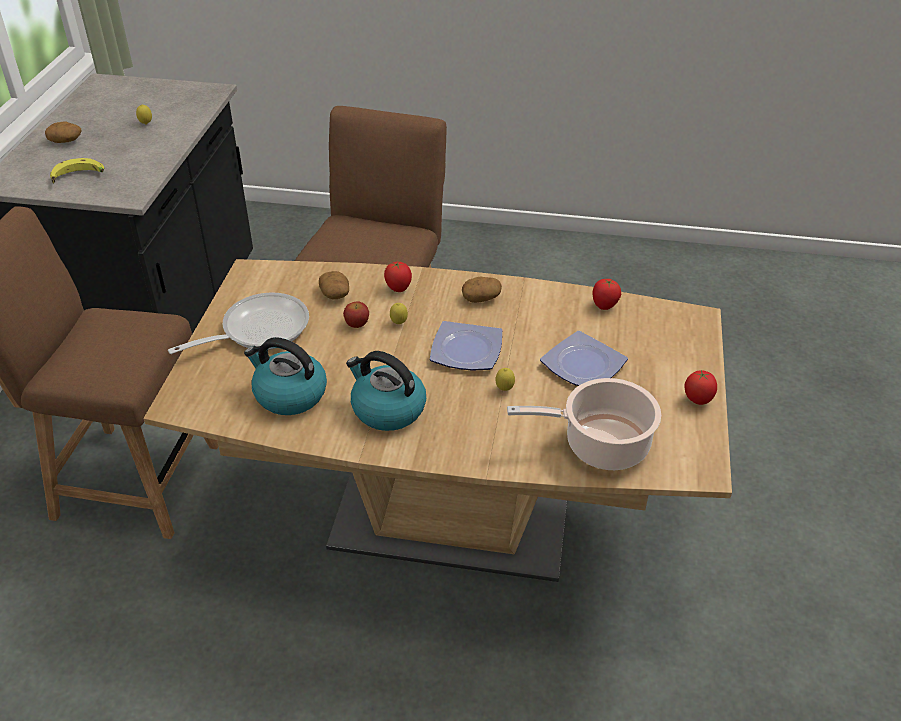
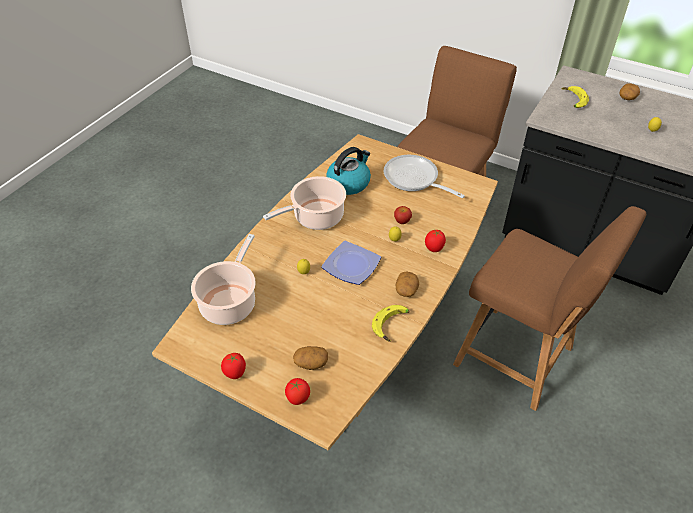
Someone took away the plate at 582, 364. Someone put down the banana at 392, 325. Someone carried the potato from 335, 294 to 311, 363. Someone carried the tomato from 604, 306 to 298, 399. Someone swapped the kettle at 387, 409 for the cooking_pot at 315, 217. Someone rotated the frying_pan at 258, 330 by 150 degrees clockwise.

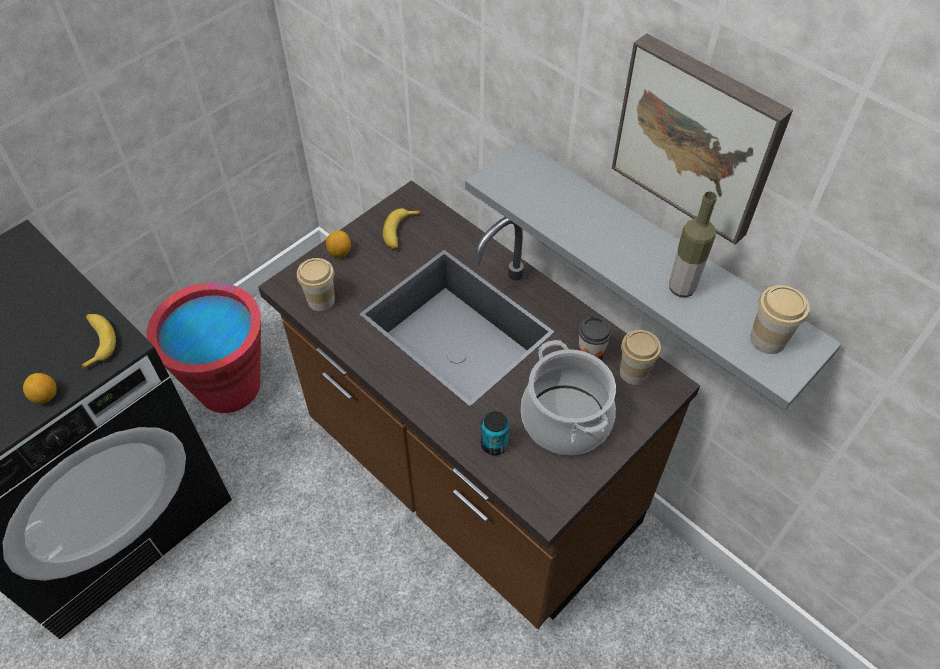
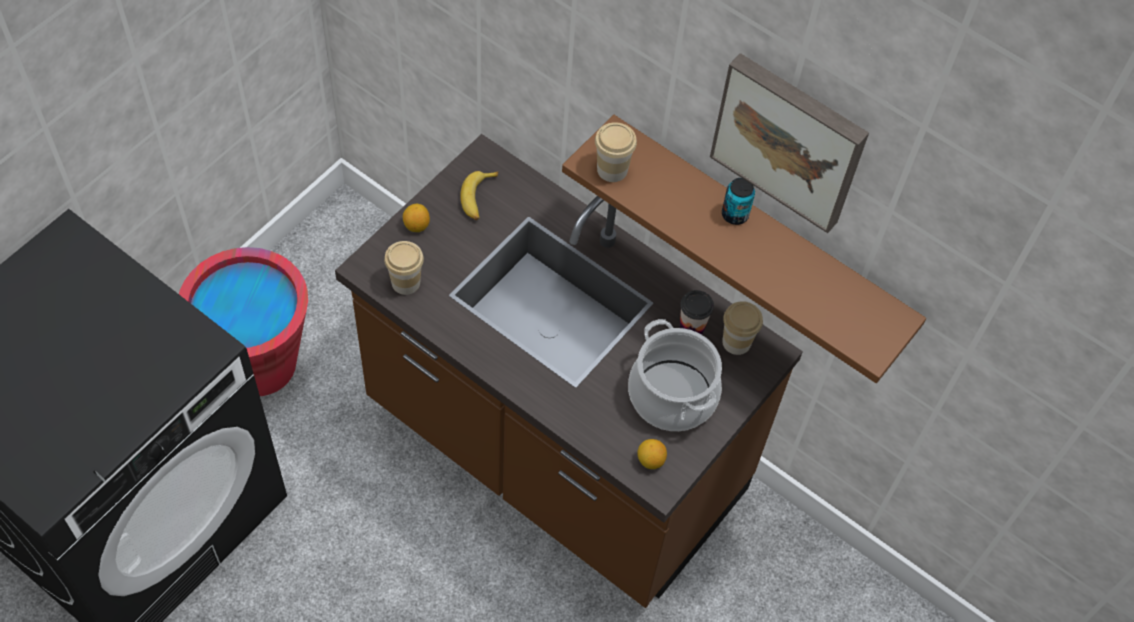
Someone took away the banana at 97, 342. Someone took away the bottle at 681, 288. Someone carried the lemon from 45, 396 to 650, 460. Someone carried the can from 494, 444 to 735, 214. Someone carried the cup from 767, 339 to 612, 169. Someone repainted the grey_shelf at 658, 264, which became the brown_shelf at 757, 238.

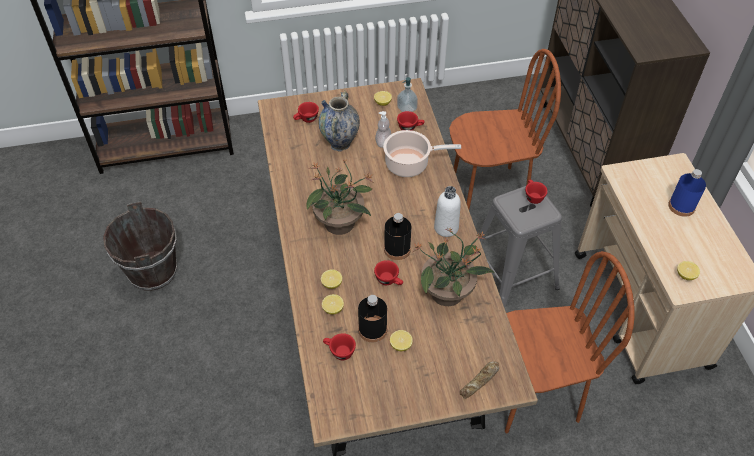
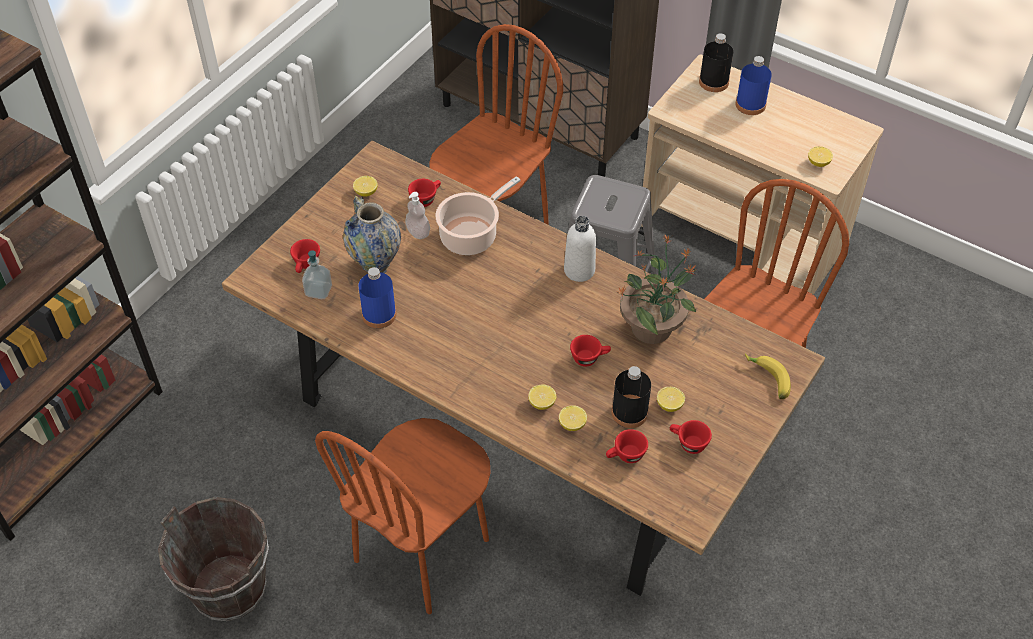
Someone took away the potted_plant at 340, 223. Someone put down the brown_chair at 422, 551. Someone put down the blue_bottle at 379, 314. Someone carried the black_bottle from 397, 249 to 713, 82. Someone carried the soap_dispenser from 407, 108 to 318, 291. Someone carried the red_cup from 532, 196 to 688, 443. Someone swapped the bread at 480, 381 for the banana at 767, 380.

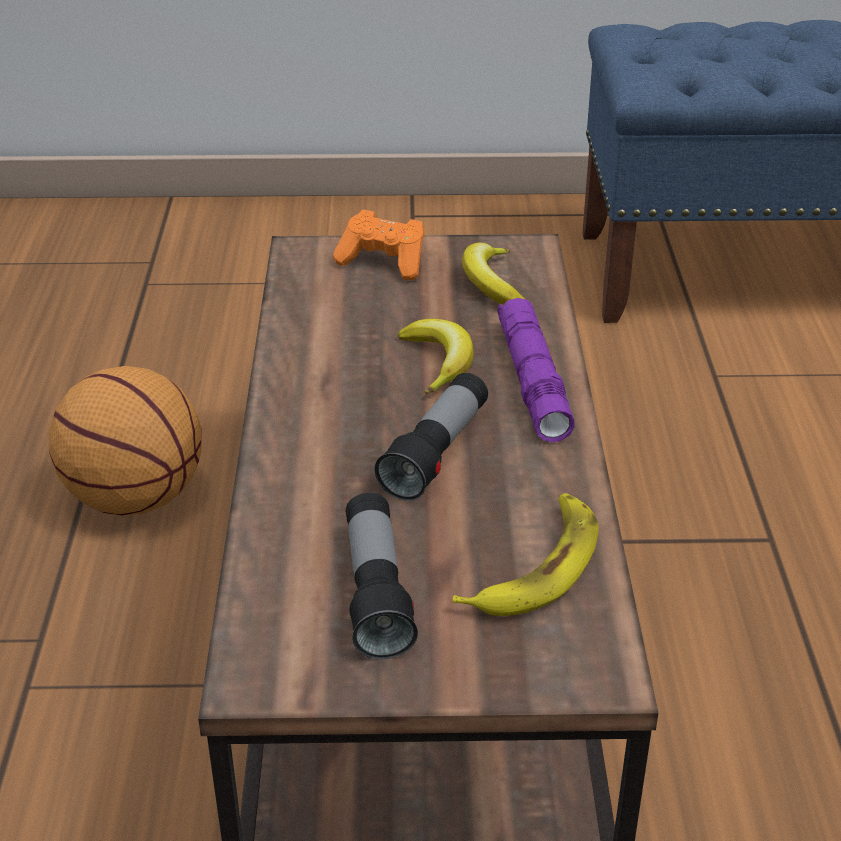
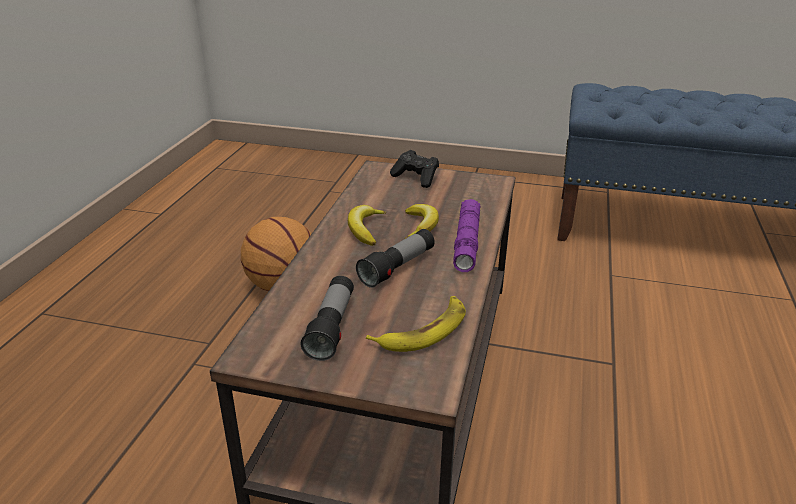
Someone carried the banana from 491, 283 to 365, 229. Someone repainted the orange_game_controller at 384, 262, which became the black_game_controller at 416, 178.

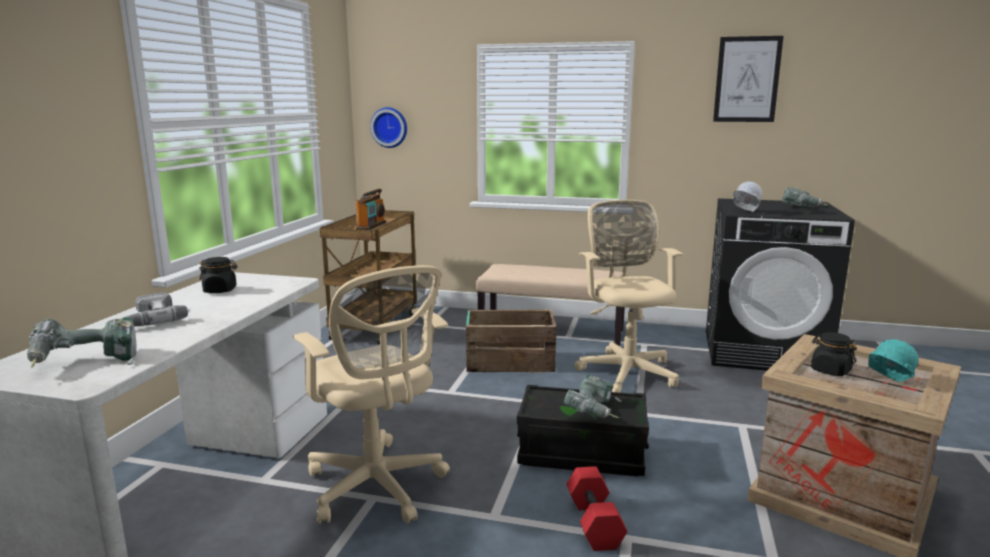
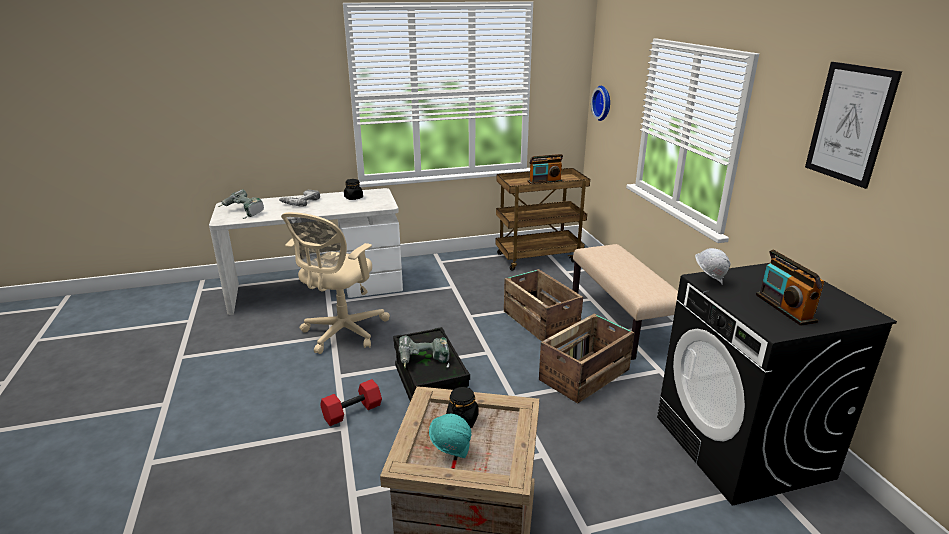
Someone swapped the beige_office_chair at 626, 371 for the crate at 585, 375. Someone swapped the power_drill at 801, 210 for the radio at 785, 308.

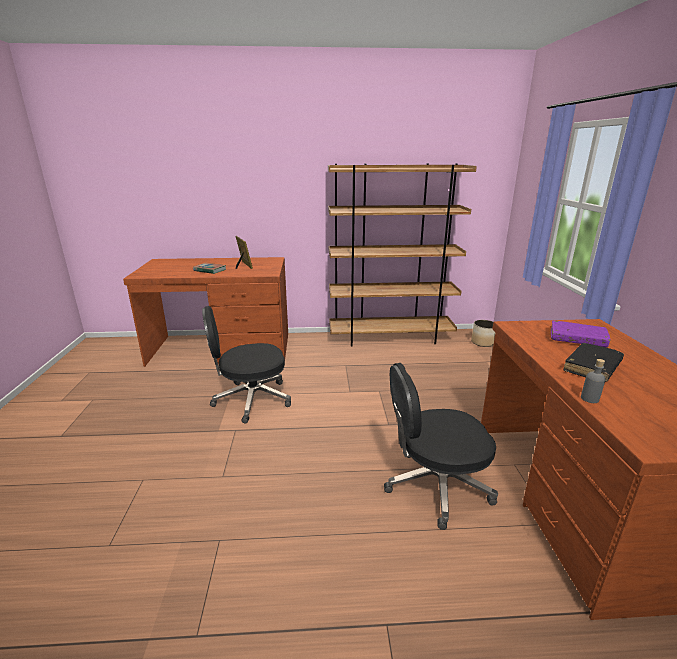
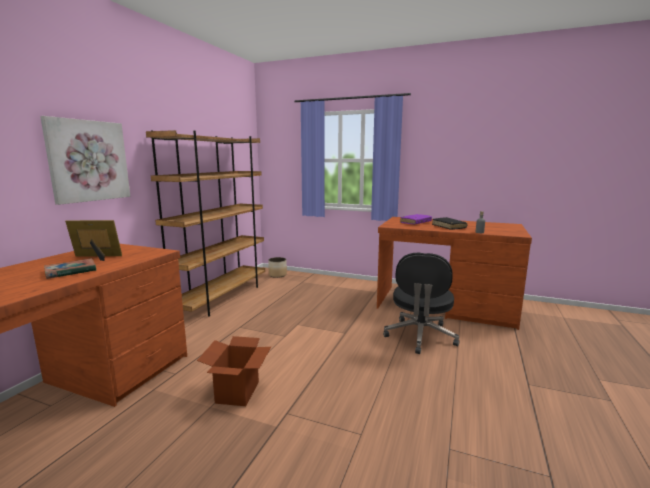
Someone put up the picture at 88, 161. Someone swapped the black_office_chair at 251, 400 for the cardboard_box at 237, 392.

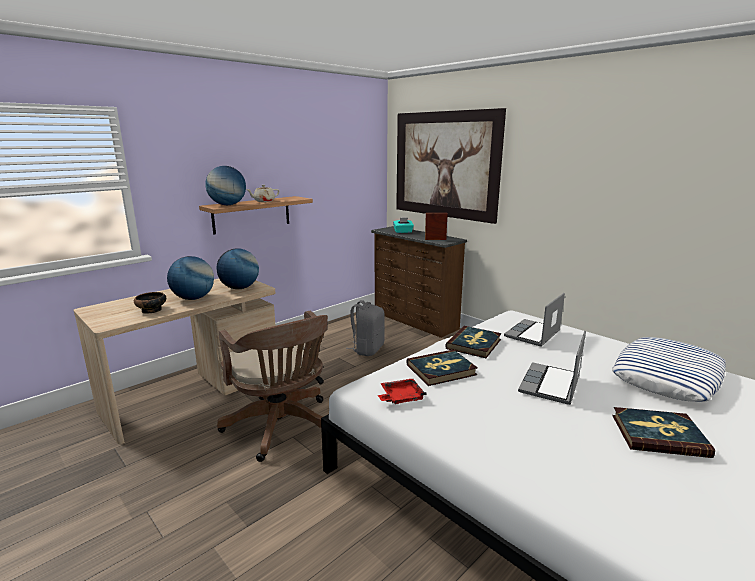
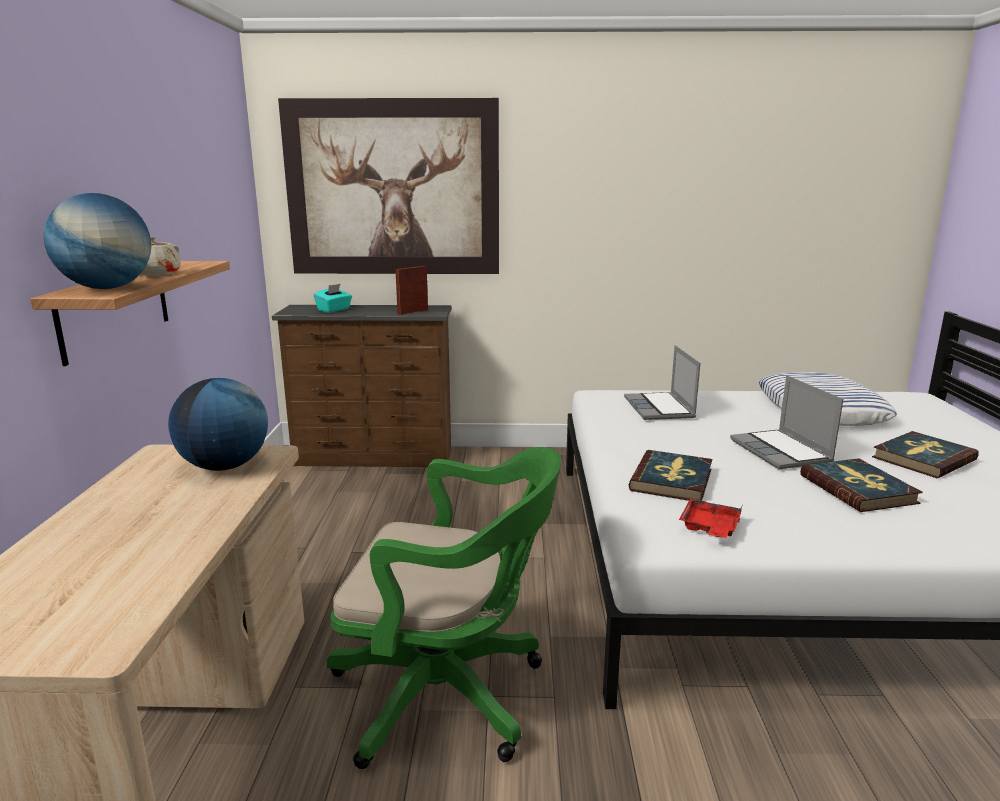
Someone took away the bowl at 151, 310. Someone took away the globe at 193, 298. Someone took away the grey_backpack at 367, 349. Someone carried the book from 474, 344 to 858, 489. Someone repainted the brown_office_chair at 281, 428, which became the green_office_chair at 449, 695.

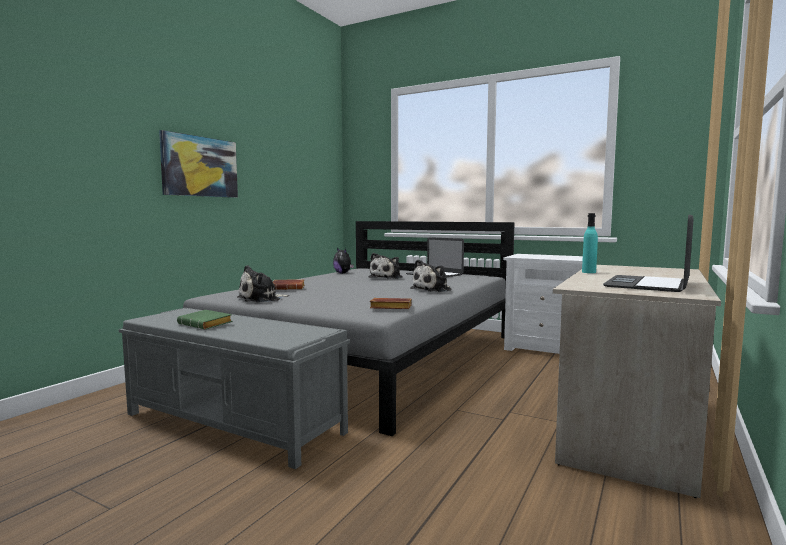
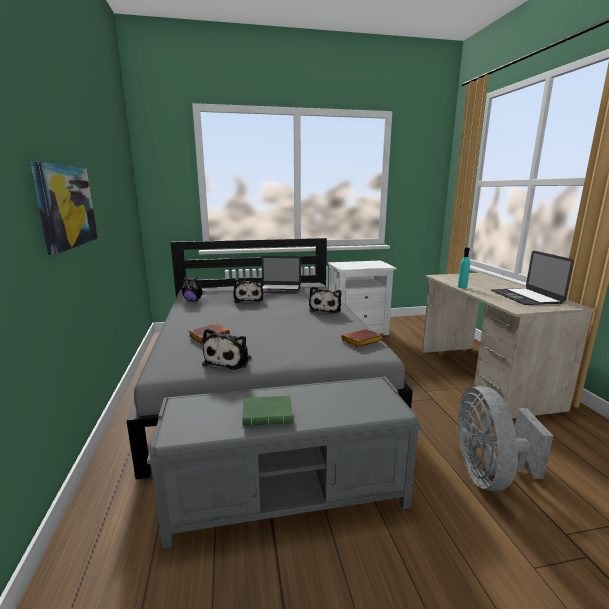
Someone put down the grey_fan at 488, 474.

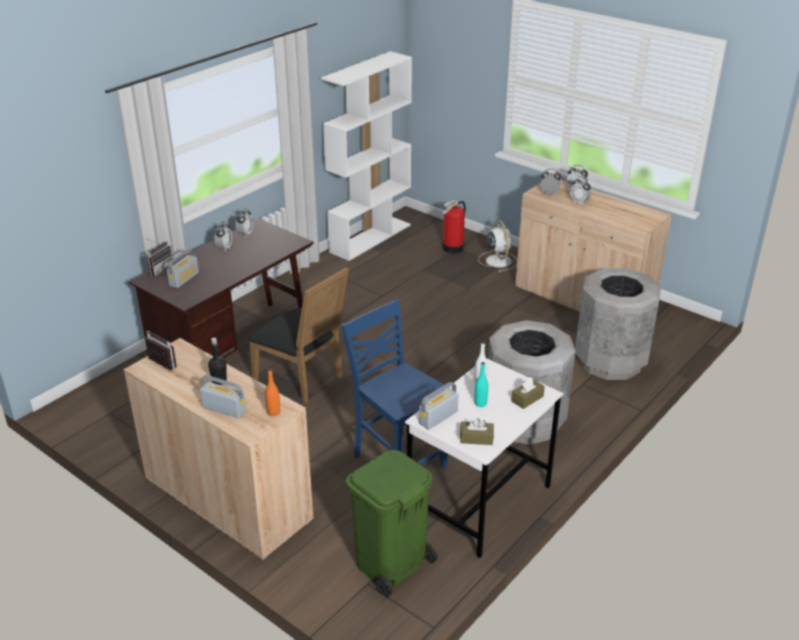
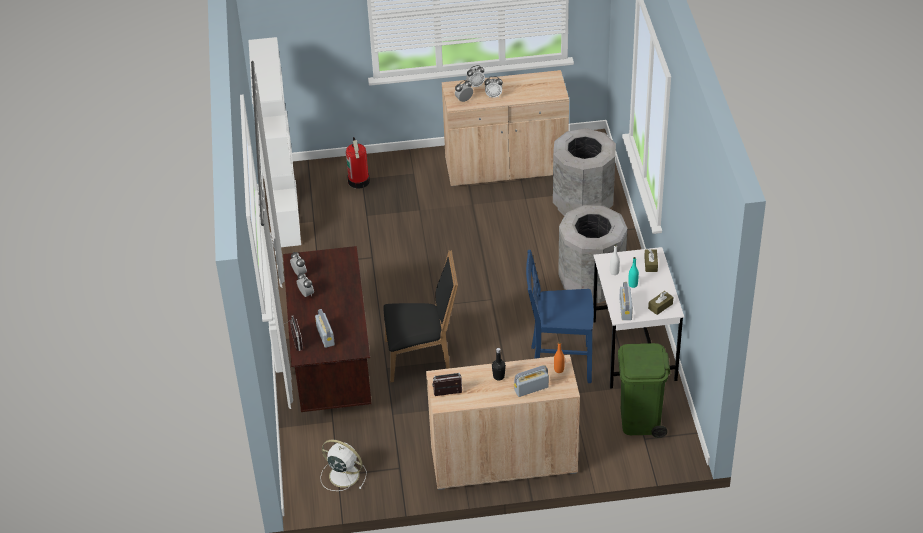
Someone carried the white_fan from 498, 260 to 342, 475.

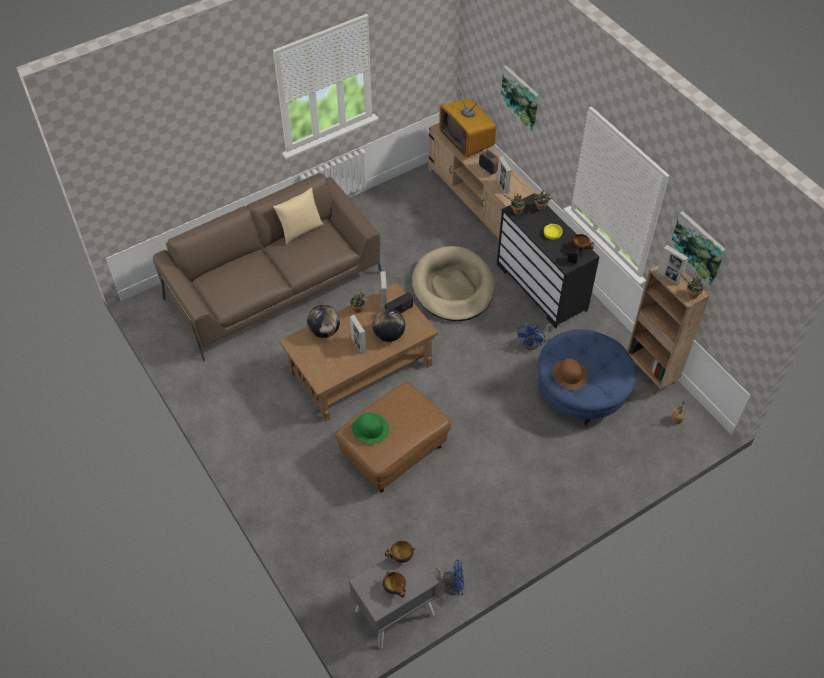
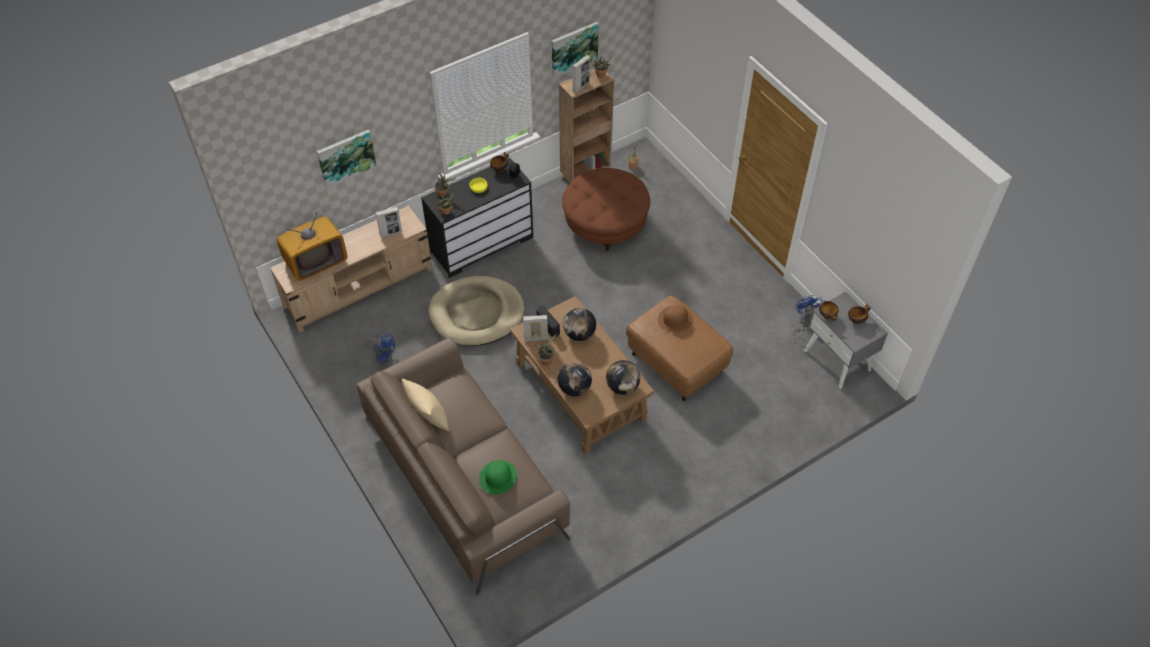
Someone took away the picture_frame at 358, 345. Someone took away the alarm_clock at 488, 170. Someone put down the globe at 622, 387. Someone carried the green_hat from 370, 428 to 498, 477. Someone carried the blue_fan from 534, 343 to 383, 355. Someone carried the brown_hat from 569, 374 to 675, 320. Someone repainted the blue_ottoman at 581, 391, which became the brown_ottoman at 605, 224.

